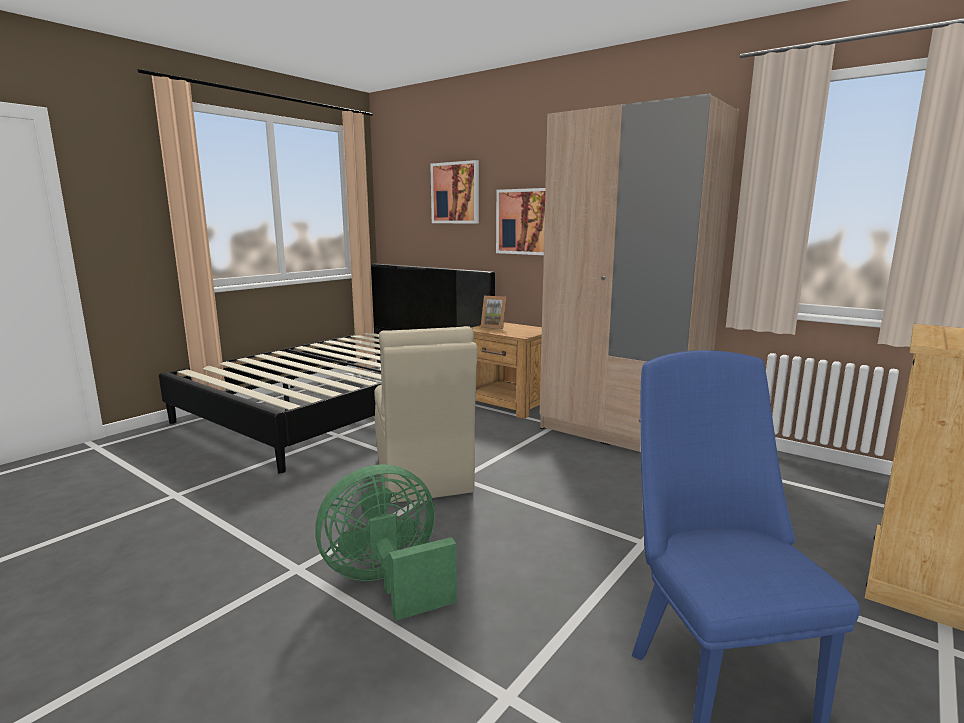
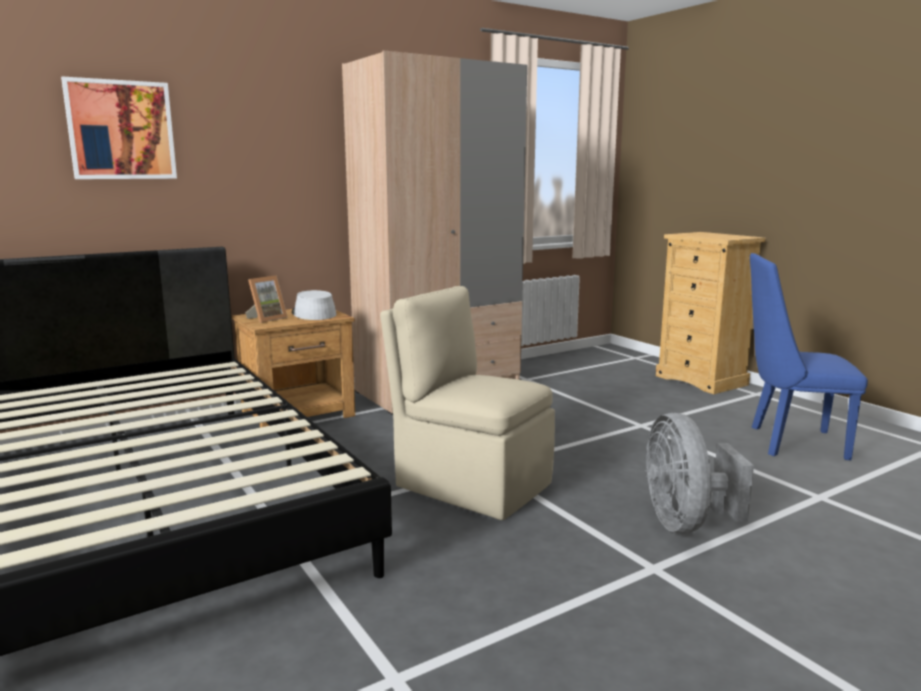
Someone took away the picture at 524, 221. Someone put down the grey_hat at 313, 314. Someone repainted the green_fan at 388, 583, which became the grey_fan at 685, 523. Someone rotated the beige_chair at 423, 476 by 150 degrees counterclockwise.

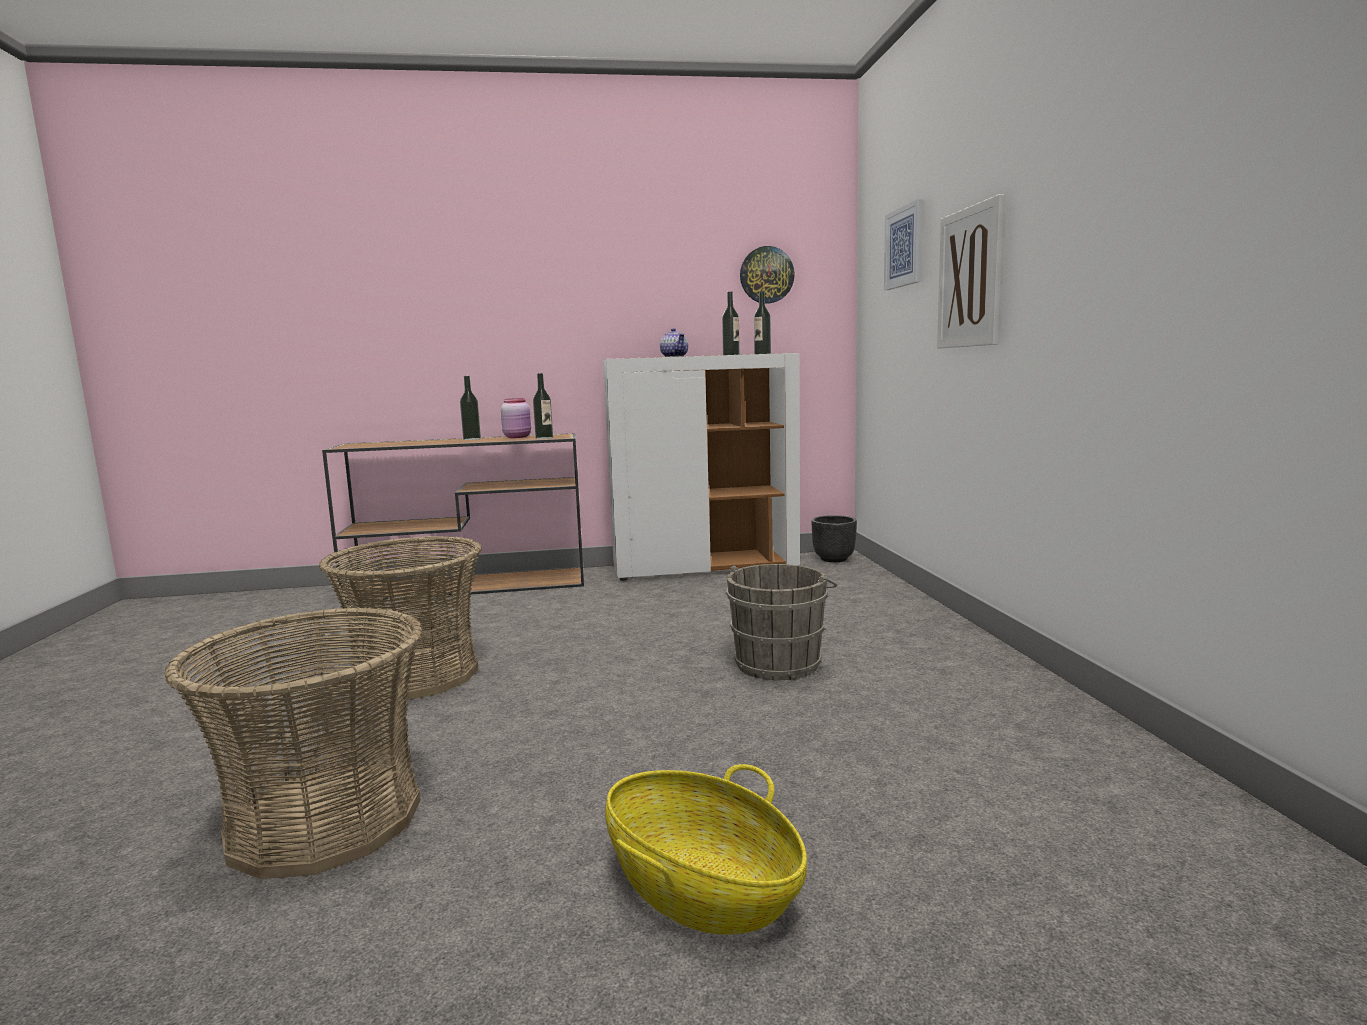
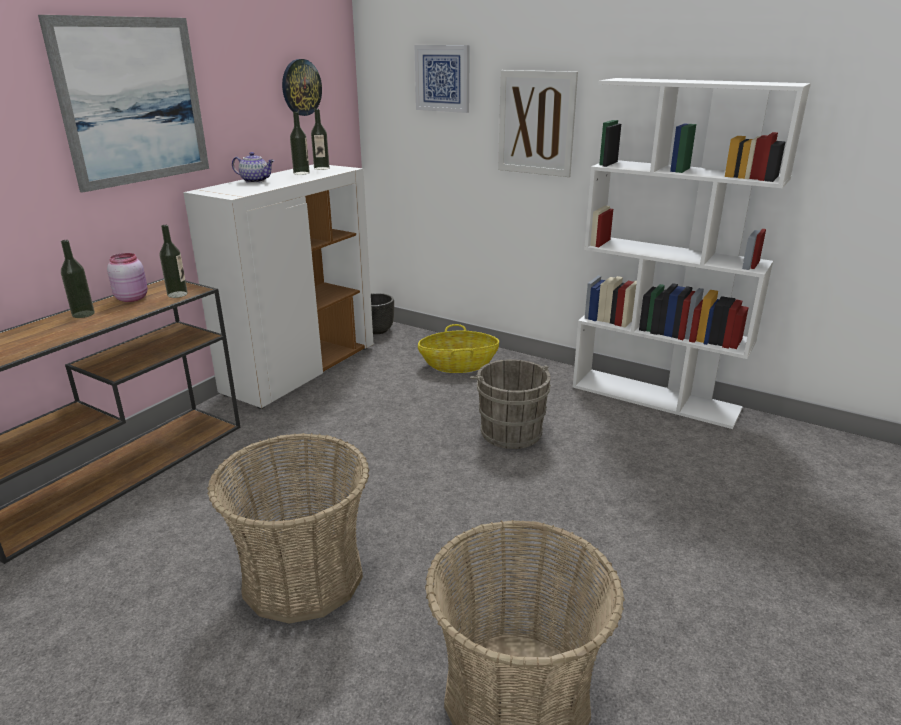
Someone put up the picture at 133, 101. Someone put down the white_bookcase at 655, 397. Someone carried the basket from 701, 889 to 458, 365.

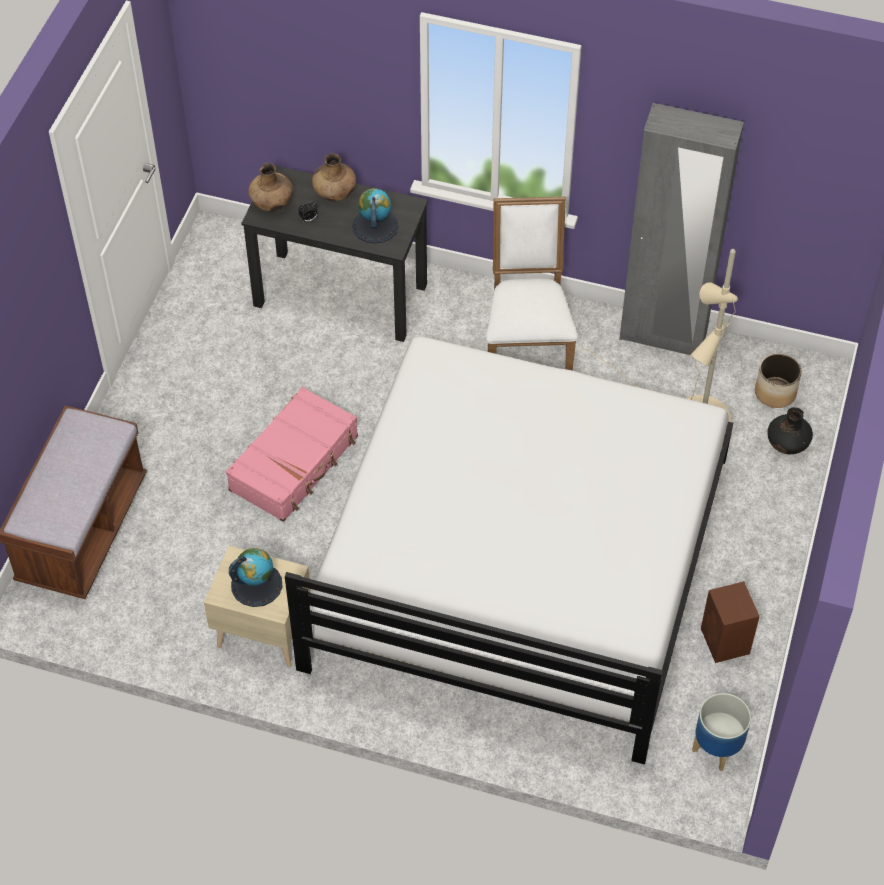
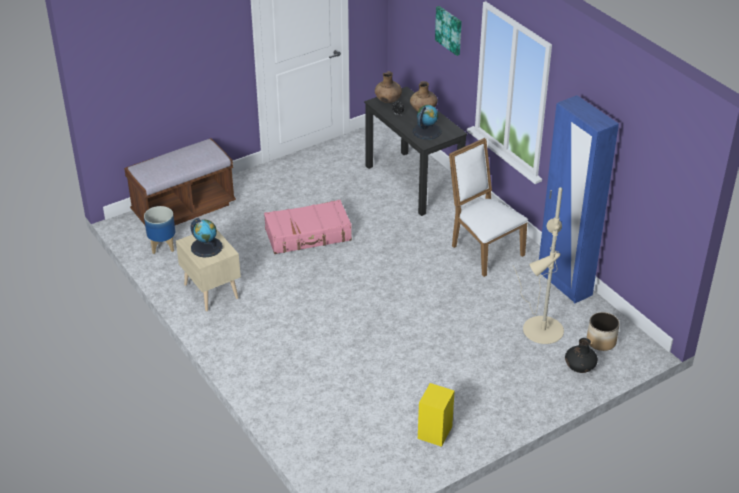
Someone took away the white_bed at 518, 561. Someone put up the picture at 449, 30. Someone carried the planter from 717, 747 to 163, 246. Someone repainted the grey_wardrobe at 662, 337, which became the blue_wardrobe at 564, 284. Someone repainted the brown_speaker at 725, 642, which became the yellow_speaker at 434, 433. Someone rotated the white_chair at 527, 346 by 75 degrees counterclockwise.

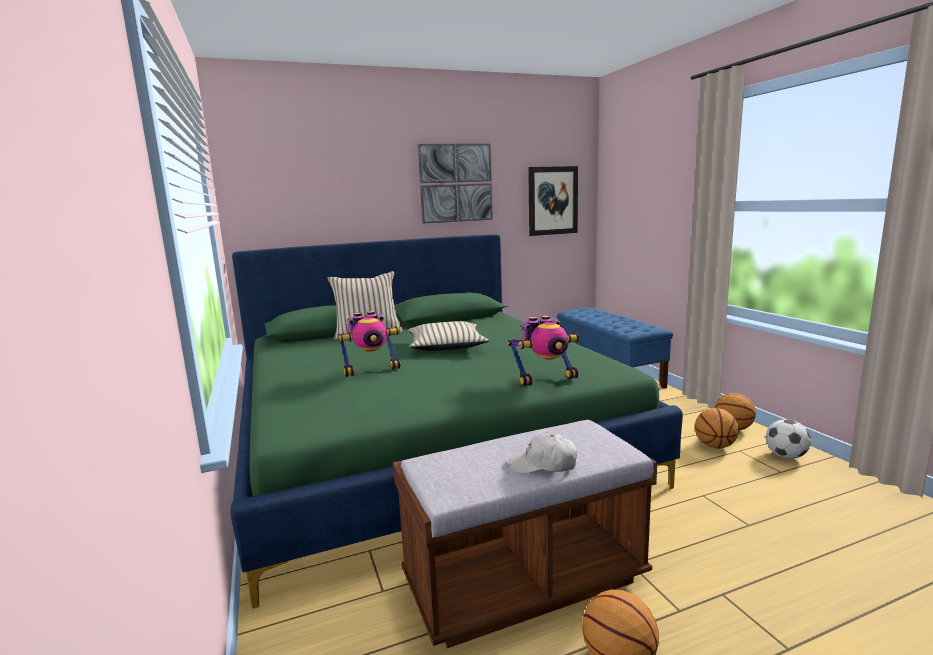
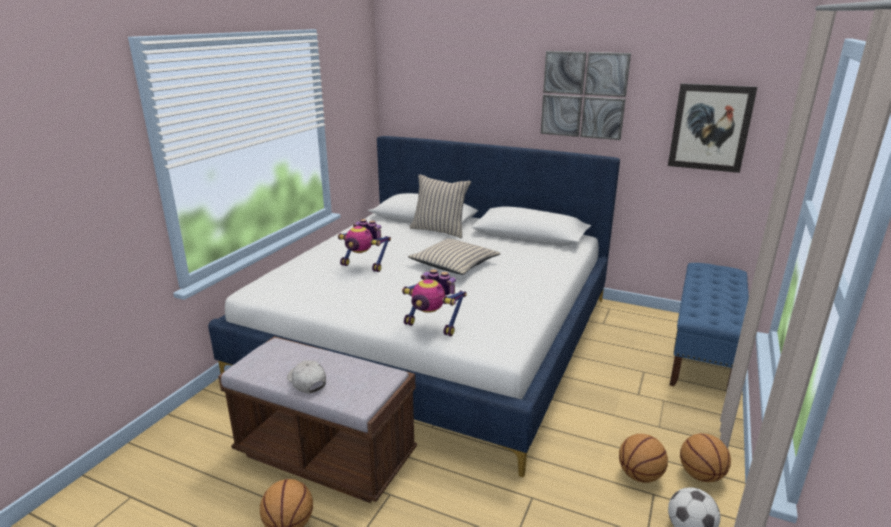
Someone repainted the green_bed at 425, 441, which became the white_bed at 435, 336.

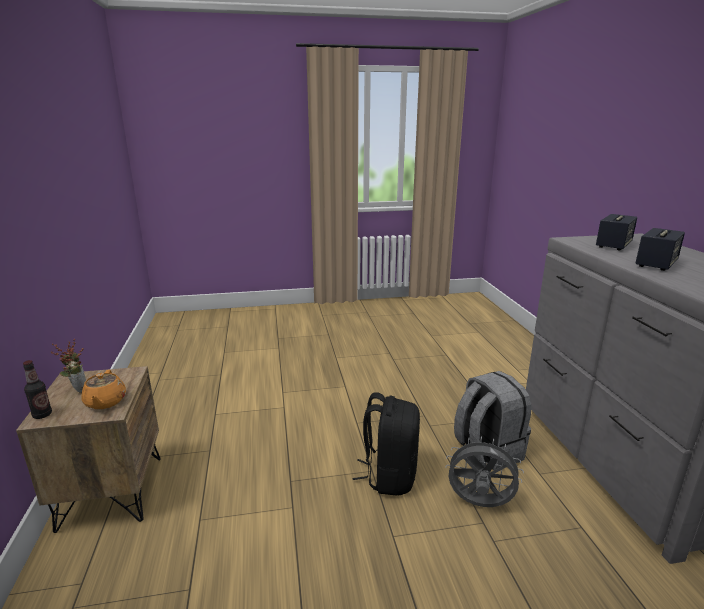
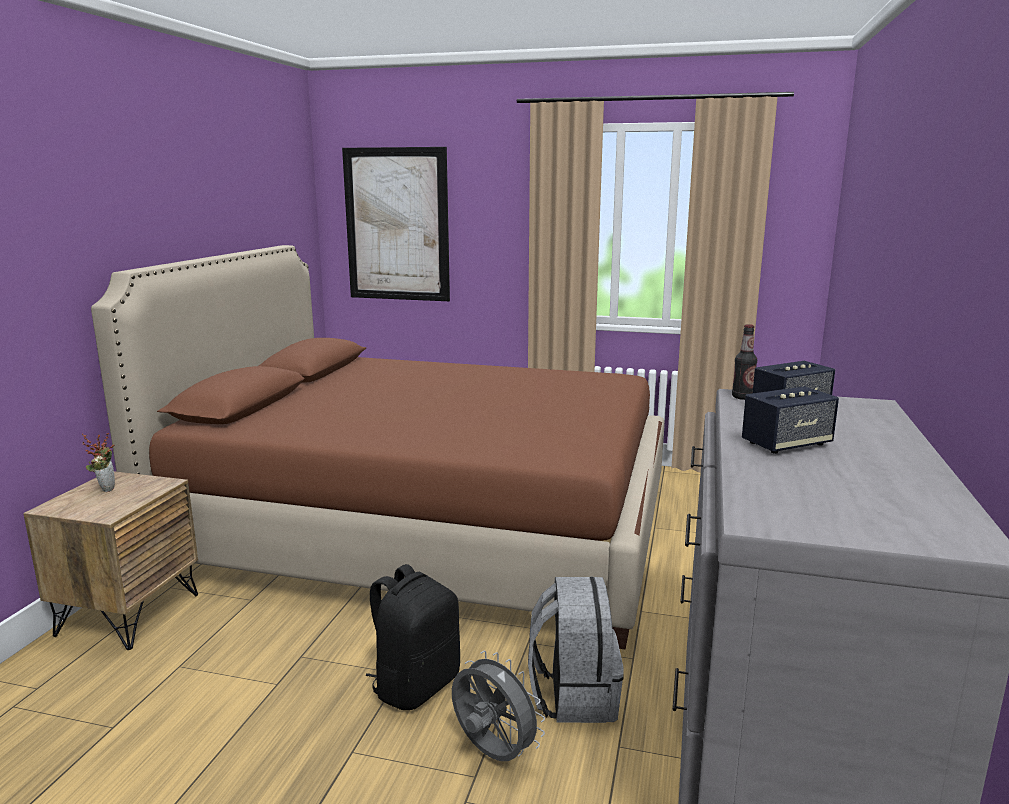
Someone took away the orange_teapot at 105, 402. Someone put down the brown_bed at 427, 529. Someone put up the picture at 397, 225. Someone carried the bottle from 42, 415 to 742, 397.

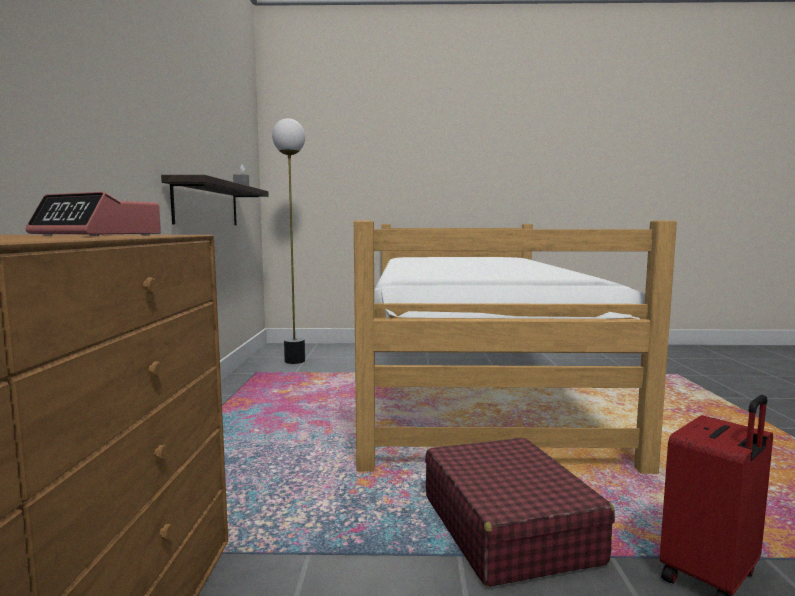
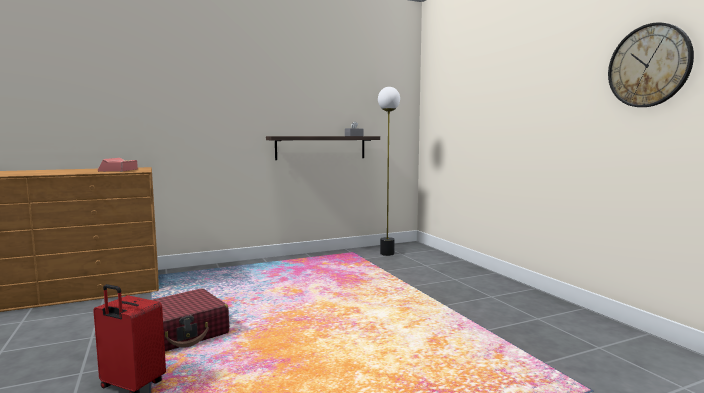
Someone took away the bed at 472, 386. Someone put up the wall_clock at 648, 66.

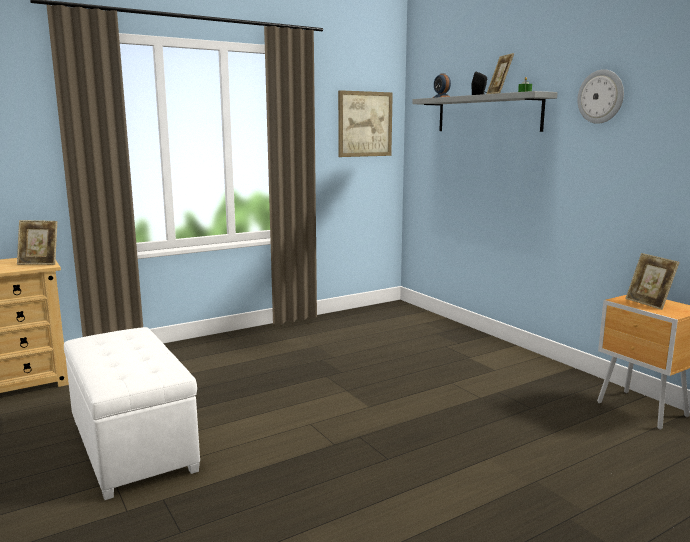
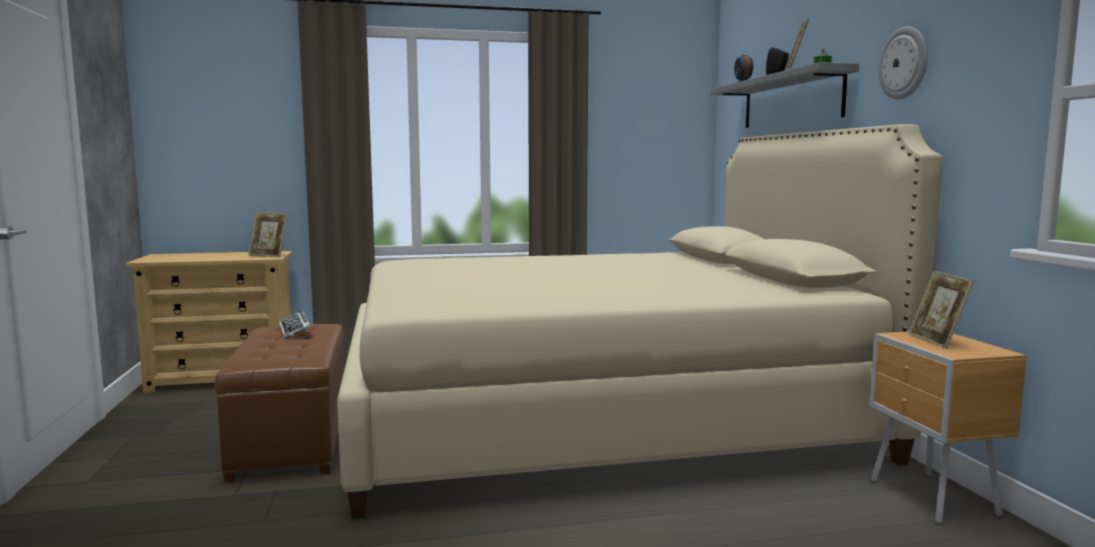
Someone took away the picture at 365, 124. Someone put down the keyboard at 295, 329. Someone put down the beige_bed at 596, 418. Someone repainted the white_ottoman at 133, 444, which became the brown_ottoman at 293, 441.

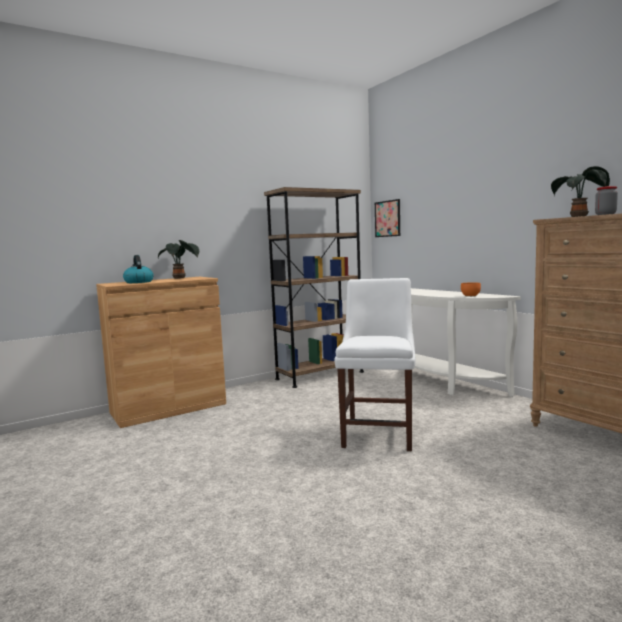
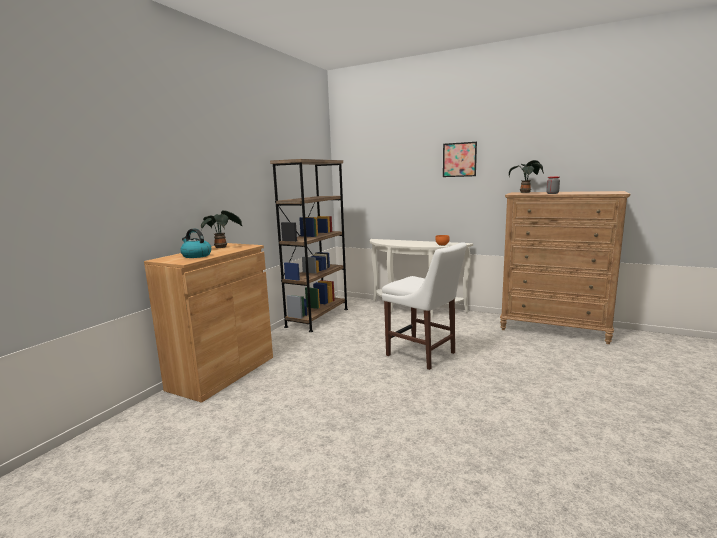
Someone carried the picture from 387, 218 to 459, 159. Someone rotated the white_chair at 379, 433 by 150 degrees clockwise.

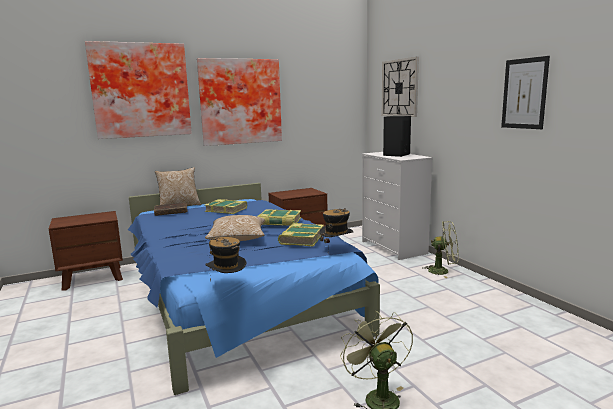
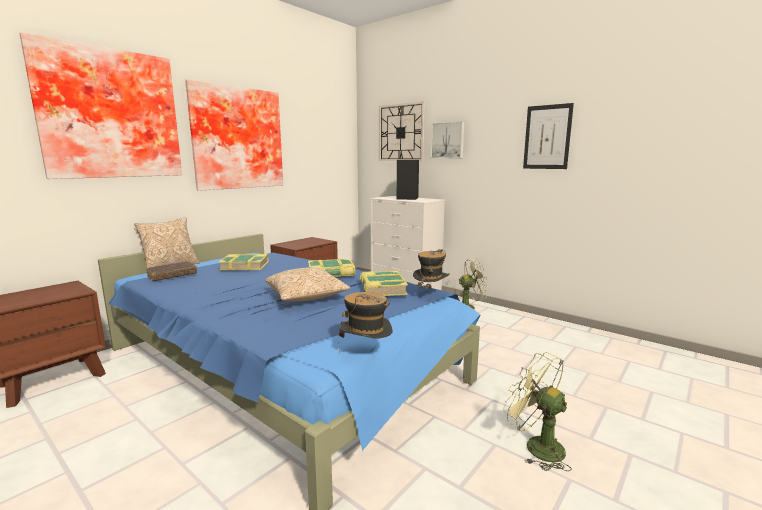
Someone put up the picture at 448, 140.

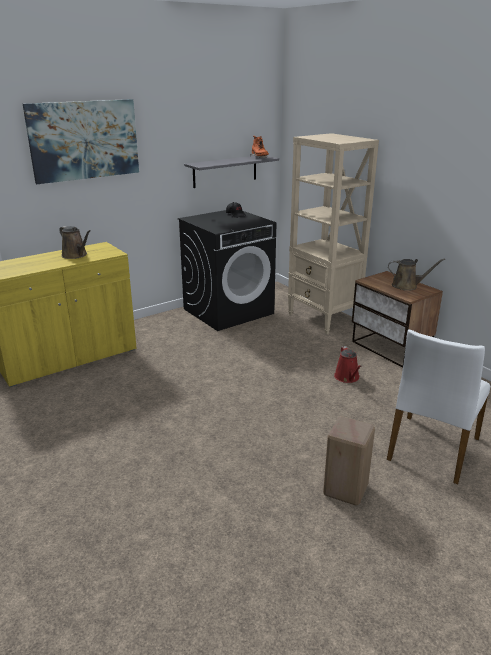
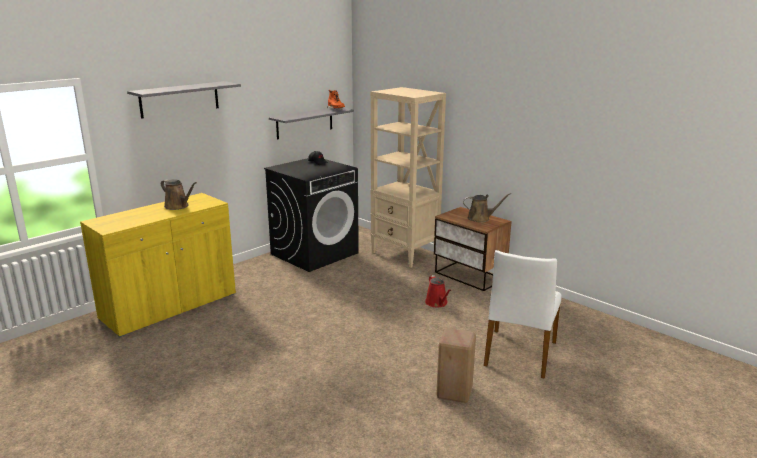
Someone swapped the picture at 84, 140 for the grey_shelf at 179, 99.

